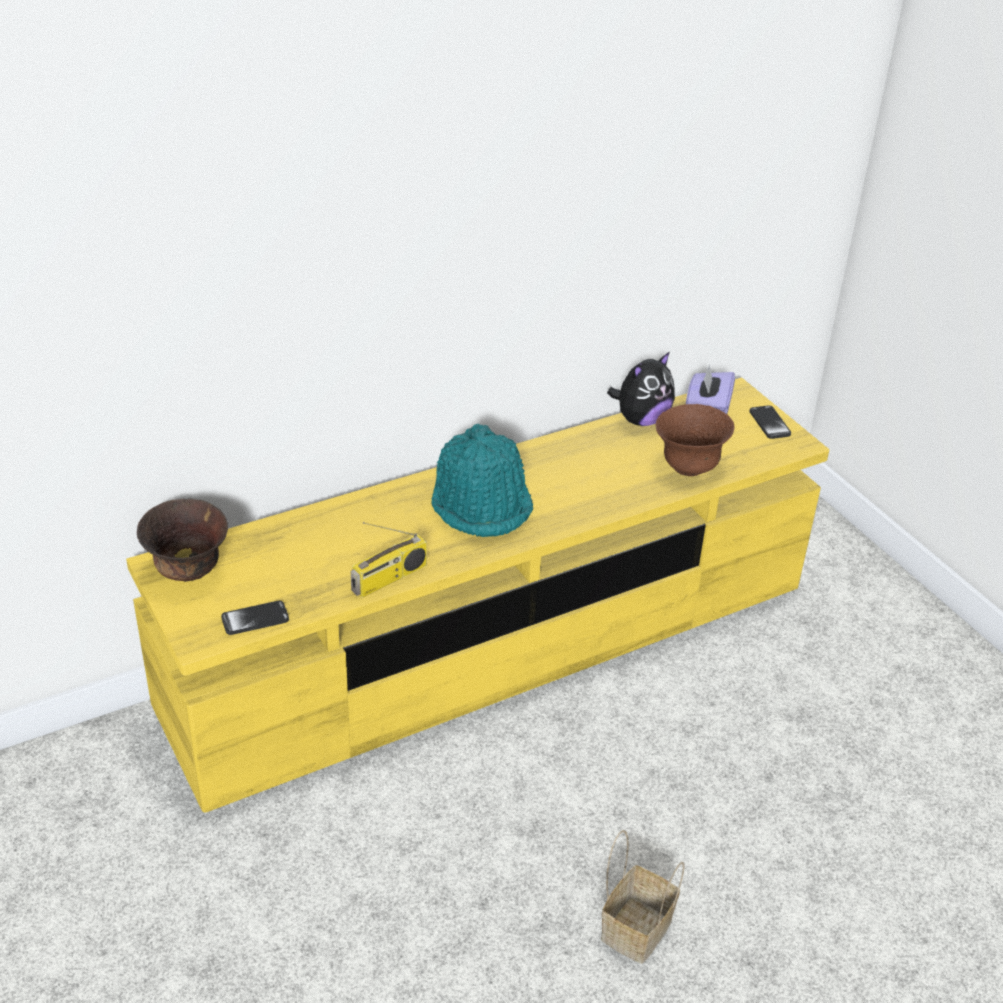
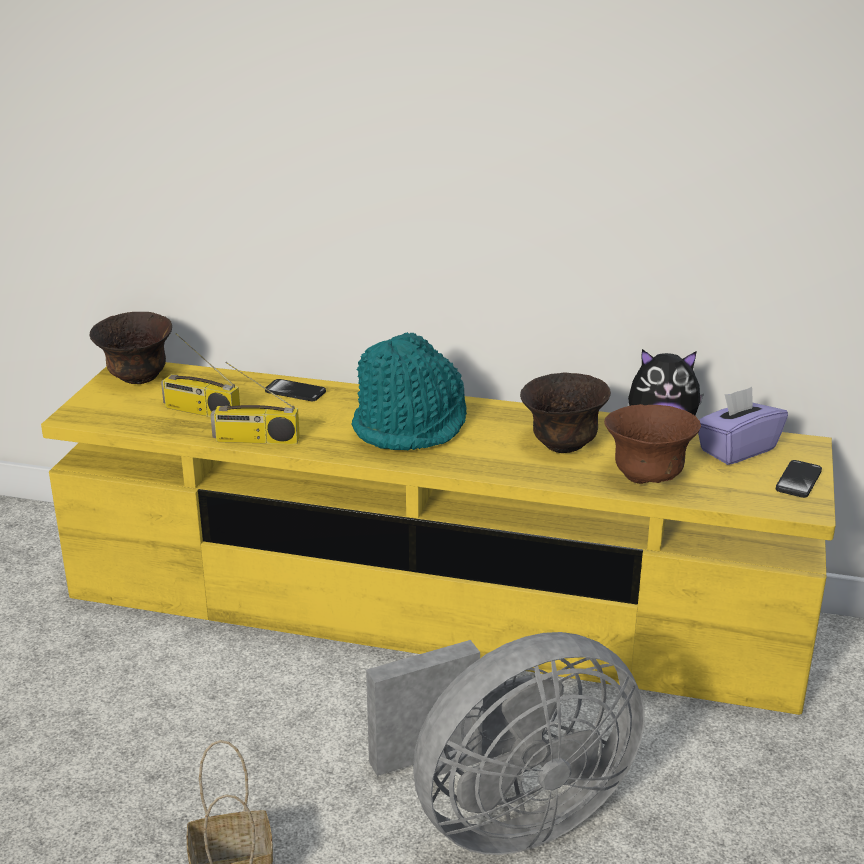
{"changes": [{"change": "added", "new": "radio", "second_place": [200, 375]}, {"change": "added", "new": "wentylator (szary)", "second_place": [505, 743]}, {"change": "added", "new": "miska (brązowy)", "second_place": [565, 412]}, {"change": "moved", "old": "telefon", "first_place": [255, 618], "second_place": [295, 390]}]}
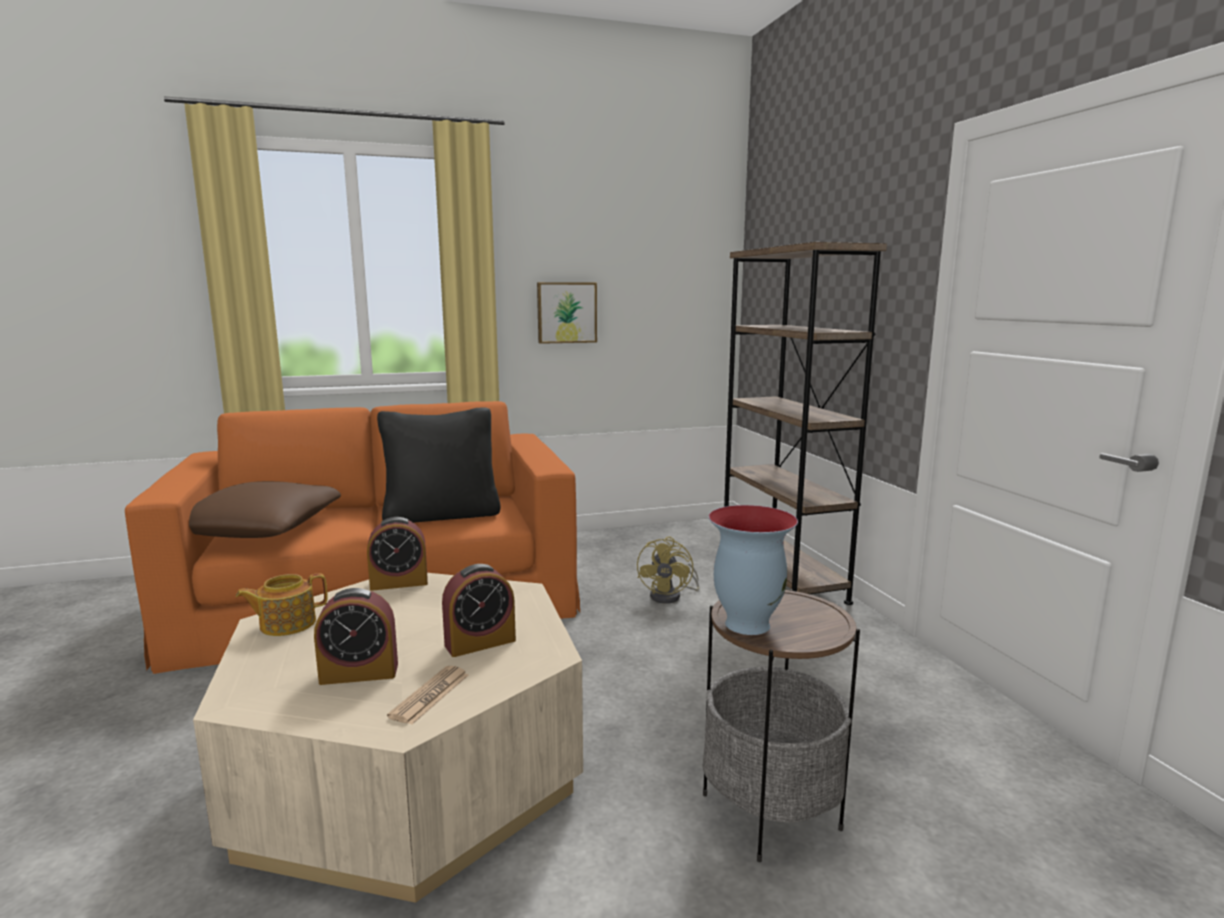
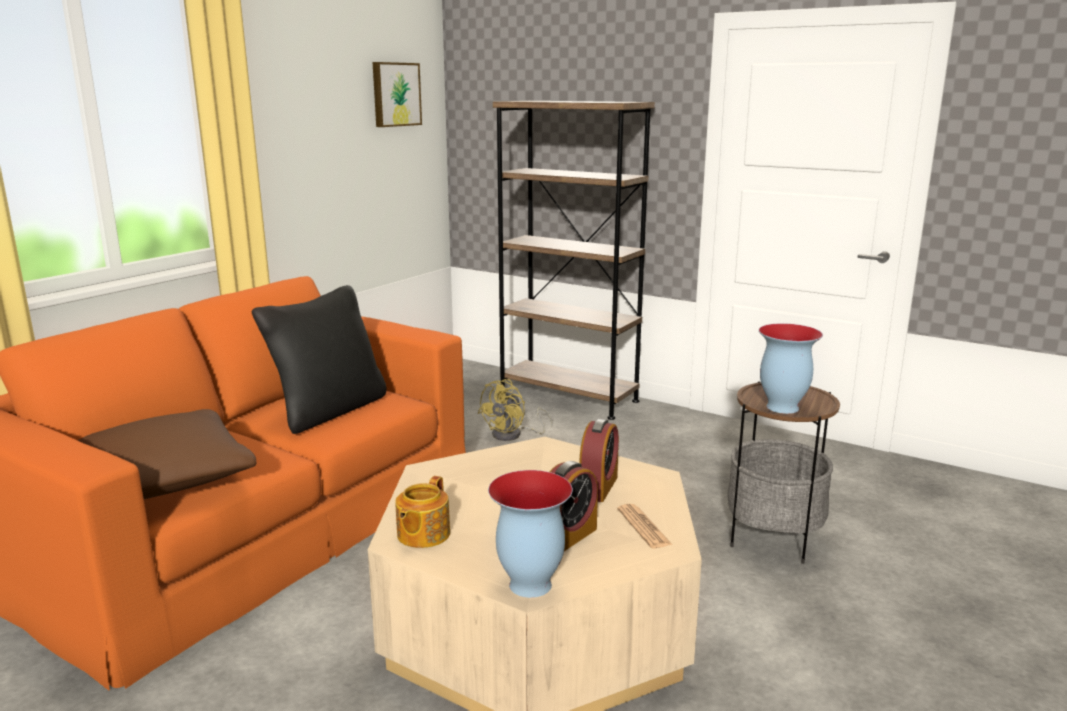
{"changes": [{"change": "removed", "old": "budzik", "first_place": [397, 554]}, {"change": "added", "new": "wazon", "second_place": [530, 534]}, {"change": "moved", "old": "obraz", "first_place": [567, 313], "second_place": [397, 94]}, {"change": "turned", "old": "wentylator (żółty)", "first_place": [668, 570], "second_place": [515, 410], "degrees": 60}]}
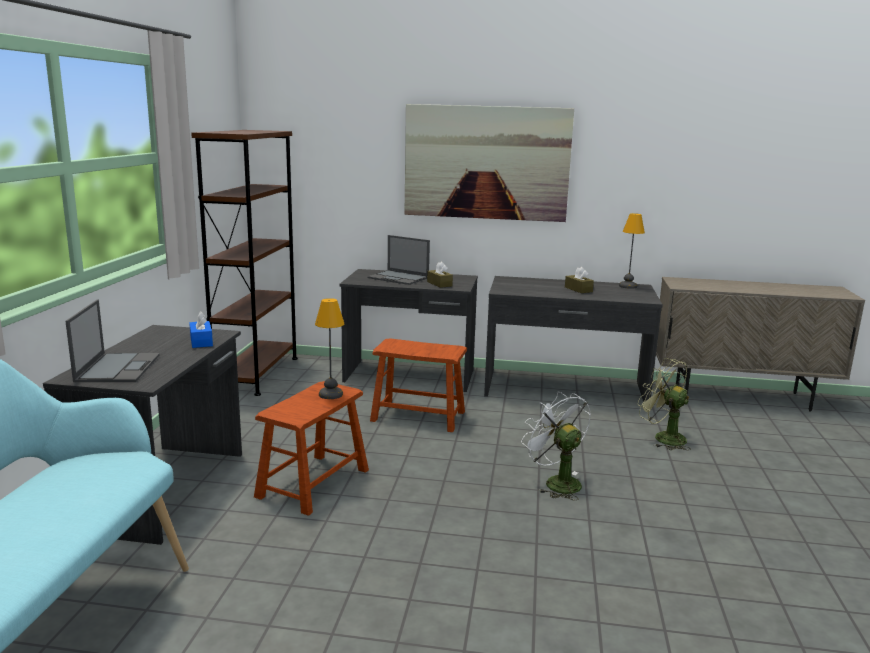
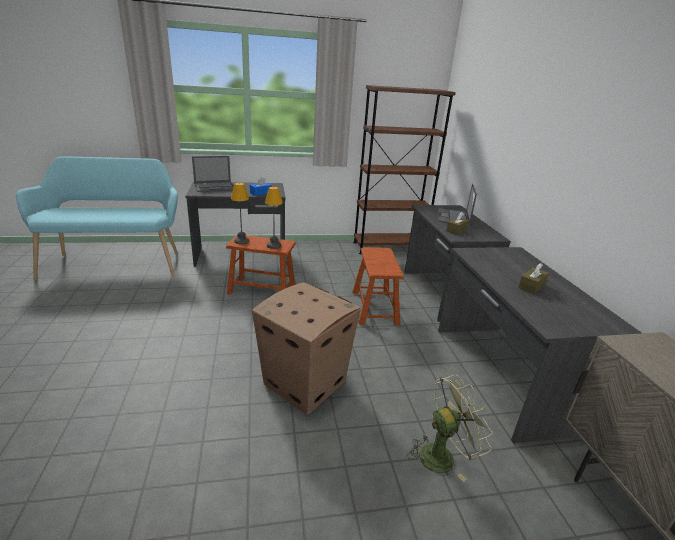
{"changes": [{"change": "removed", "old": "obraz", "first_place": [489, 163]}, {"change": "moved", "old": "lampa stołowa", "first_place": [632, 251], "second_place": [240, 213]}, {"change": "replaced", "old": "wentylator (biały)", "new": "karton", "first_place": [556, 446], "second_place": [306, 348]}, {"change": "turned", "old": "wentylator (zielony)", "first_place": [664, 404], "second_place": [450, 428], "degrees": 45}]}
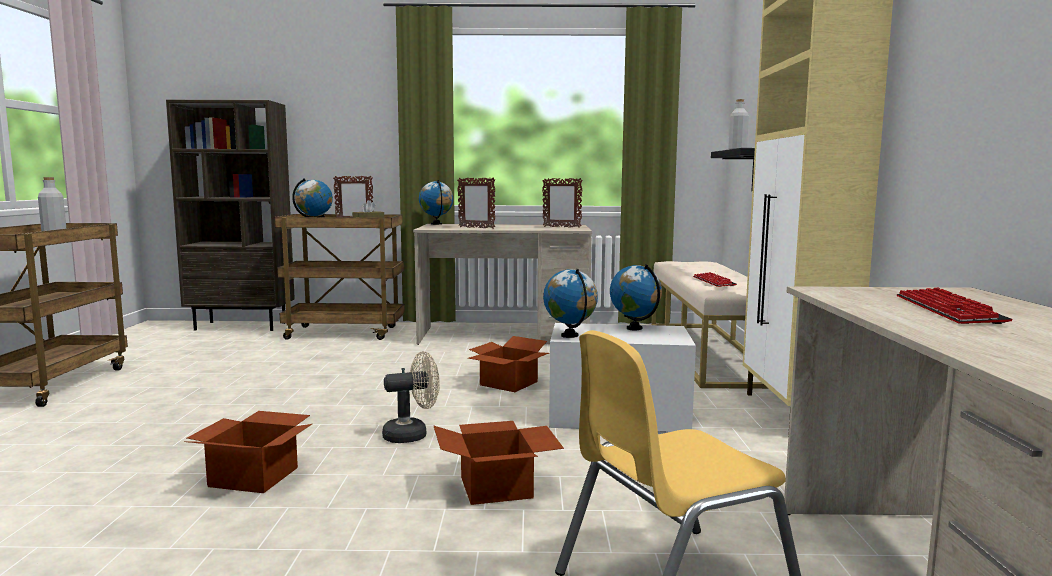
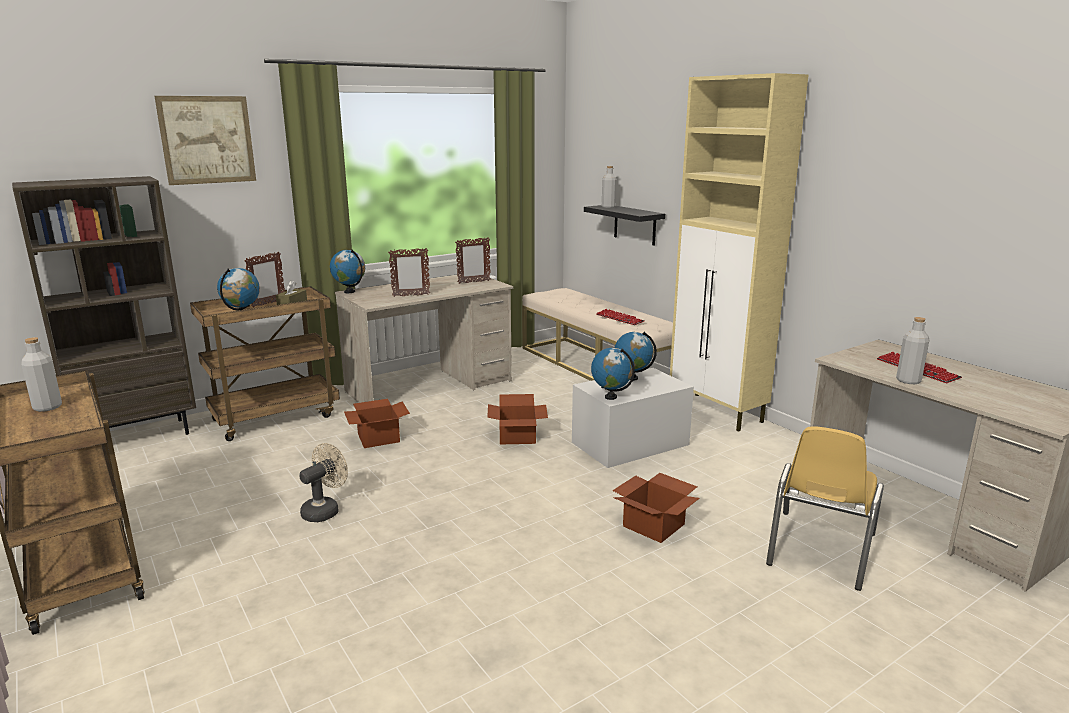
{"changes": [{"change": "added", "new": "obraz", "second_place": [205, 140]}, {"change": "added", "new": "butelka (szary)", "second_place": [912, 350]}, {"change": "moved", "old": "karton", "first_place": [248, 452], "second_place": [377, 423]}, {"change": "moved", "old": "wentylator (beżowy)", "first_place": [411, 397], "second_place": [323, 482]}]}
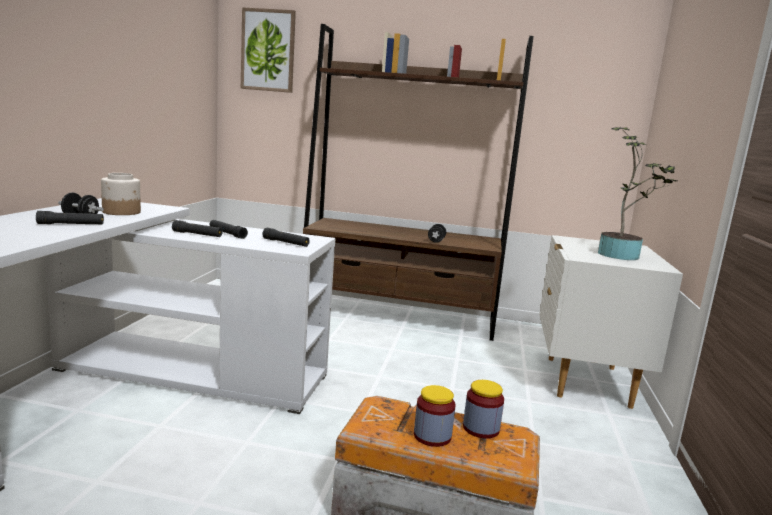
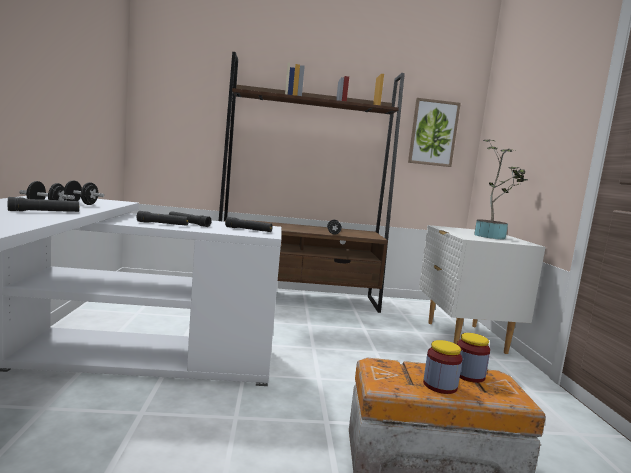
{"changes": [{"change": "moved", "old": "obraz", "first_place": [268, 50], "second_place": [434, 132]}, {"change": "replaced", "old": "słoik", "new": "hantel (czarny)", "first_place": [121, 194], "second_place": [84, 192]}]}
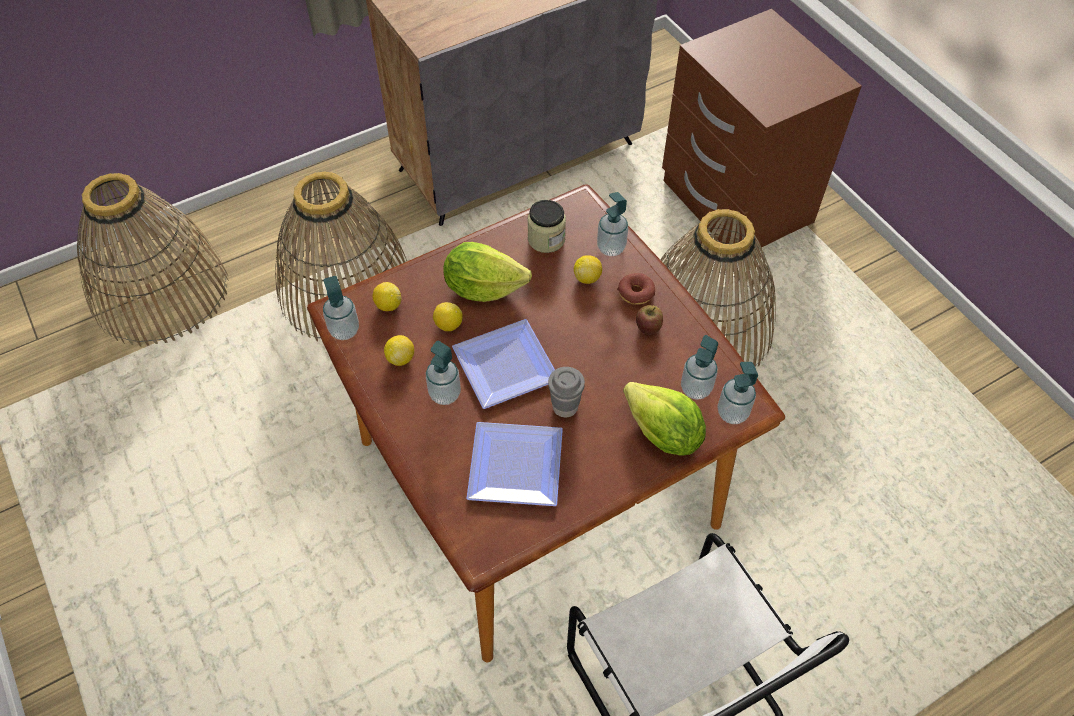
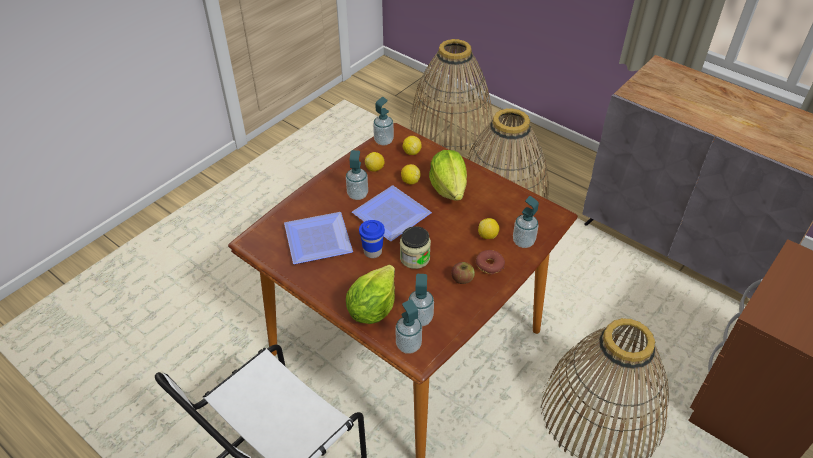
{"changes": [{"change": "moved", "old": "słoik", "first_place": [546, 226], "second_place": [415, 247]}, {"change": "recoloured", "old": "filiżanka (szary)", "new": "filiżanka (niebieski)", "first_place": [566, 392], "second_place": [372, 239]}]}
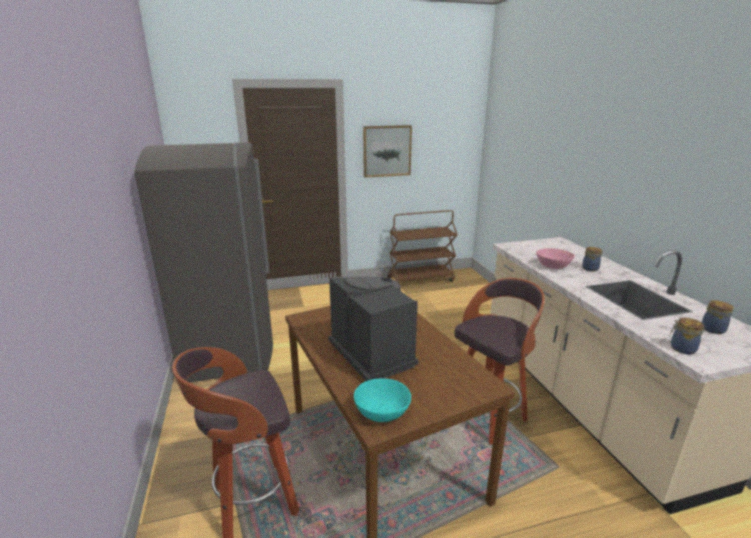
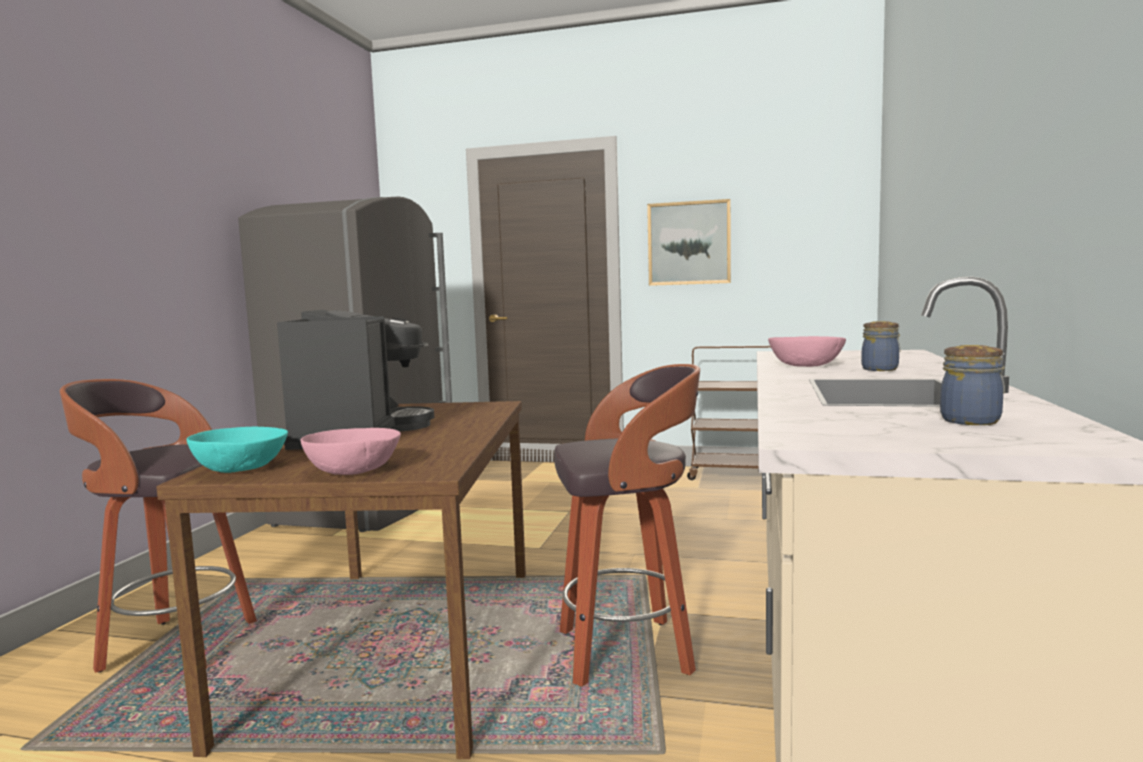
{"changes": [{"change": "removed", "old": "słoik", "first_place": [687, 336]}, {"change": "added", "new": "miska (różowy)", "second_place": [350, 451]}]}
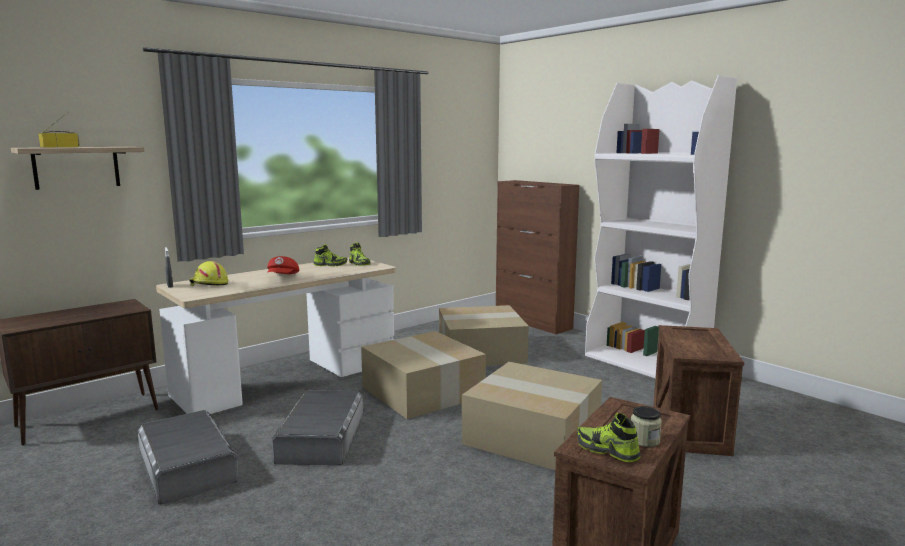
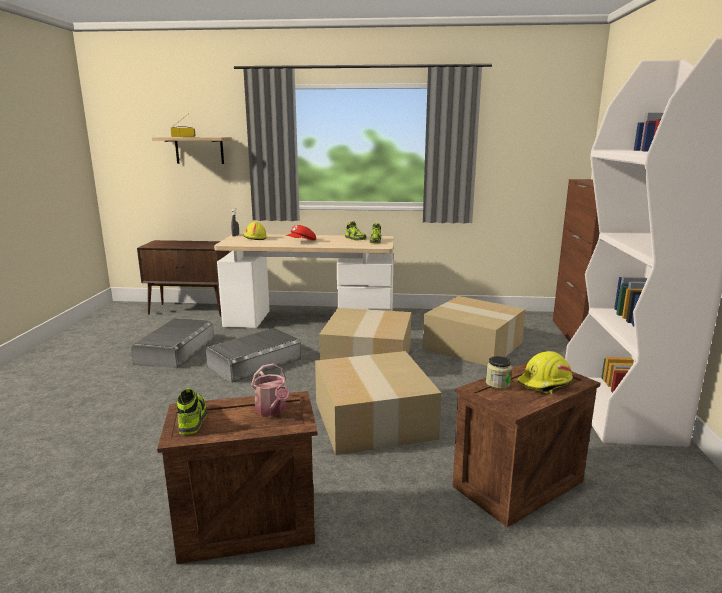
{"changes": [{"change": "added", "new": "konewka", "second_place": [270, 389]}, {"change": "added", "new": "kask (żółty)", "second_place": [545, 372]}, {"change": "moved", "old": "słoik", "first_place": [646, 426], "second_place": [499, 372]}]}
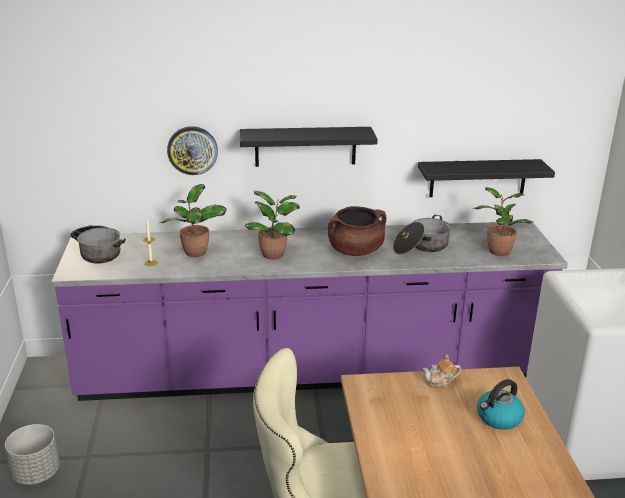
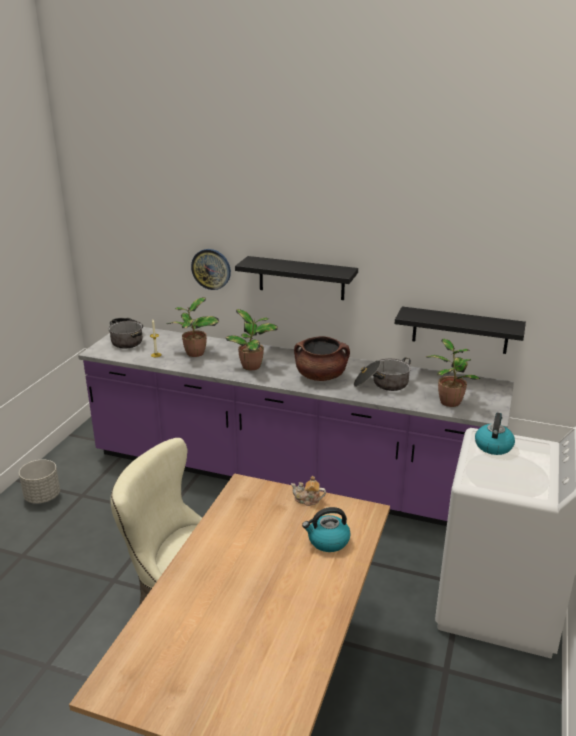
{"changes": [{"change": "added", "new": "czajnik", "second_place": [495, 434]}]}
